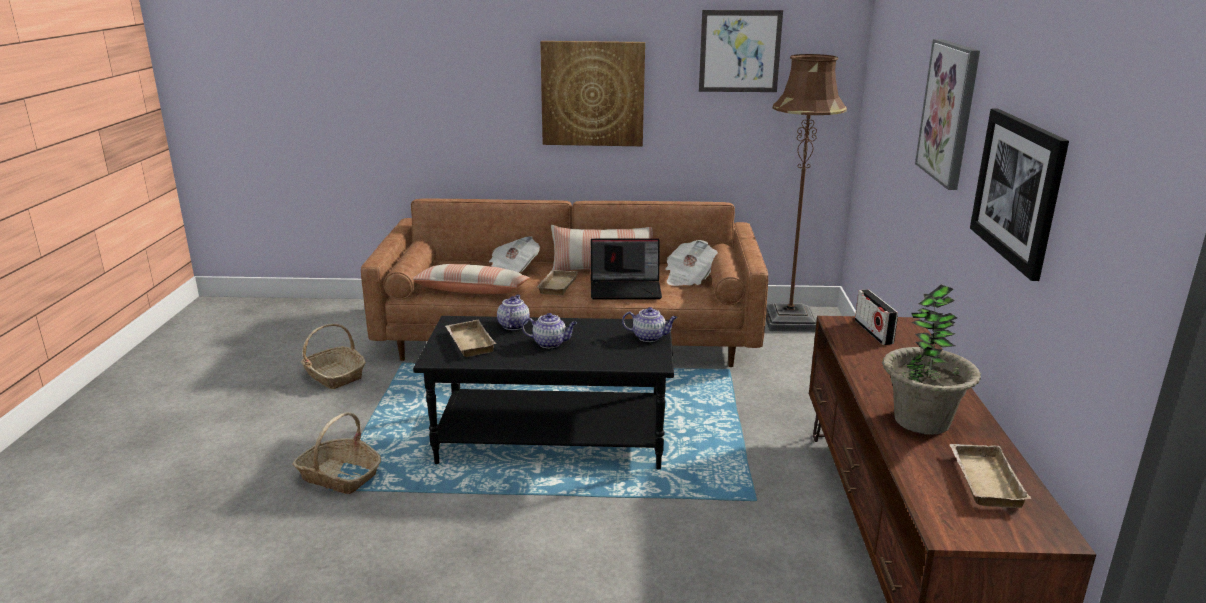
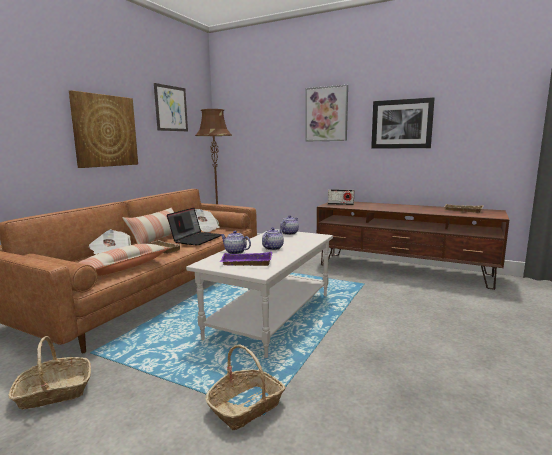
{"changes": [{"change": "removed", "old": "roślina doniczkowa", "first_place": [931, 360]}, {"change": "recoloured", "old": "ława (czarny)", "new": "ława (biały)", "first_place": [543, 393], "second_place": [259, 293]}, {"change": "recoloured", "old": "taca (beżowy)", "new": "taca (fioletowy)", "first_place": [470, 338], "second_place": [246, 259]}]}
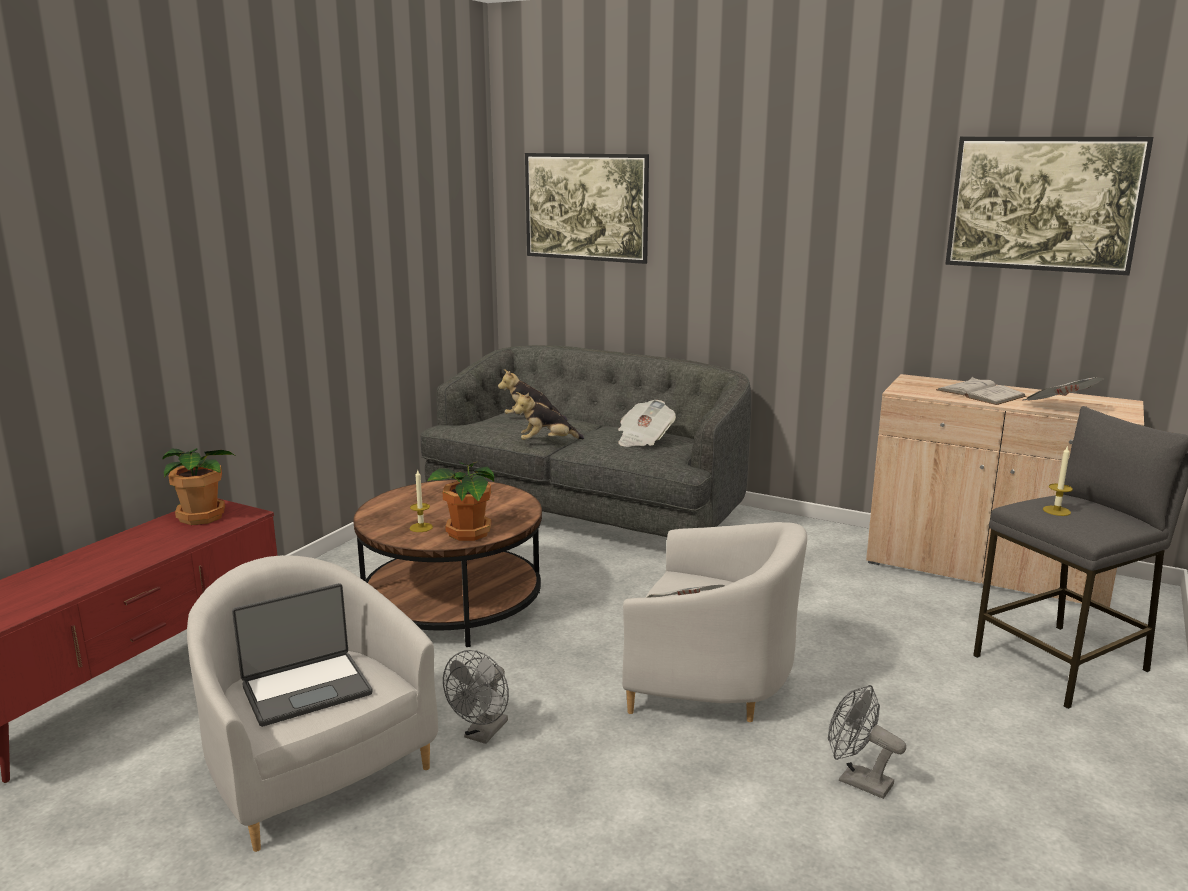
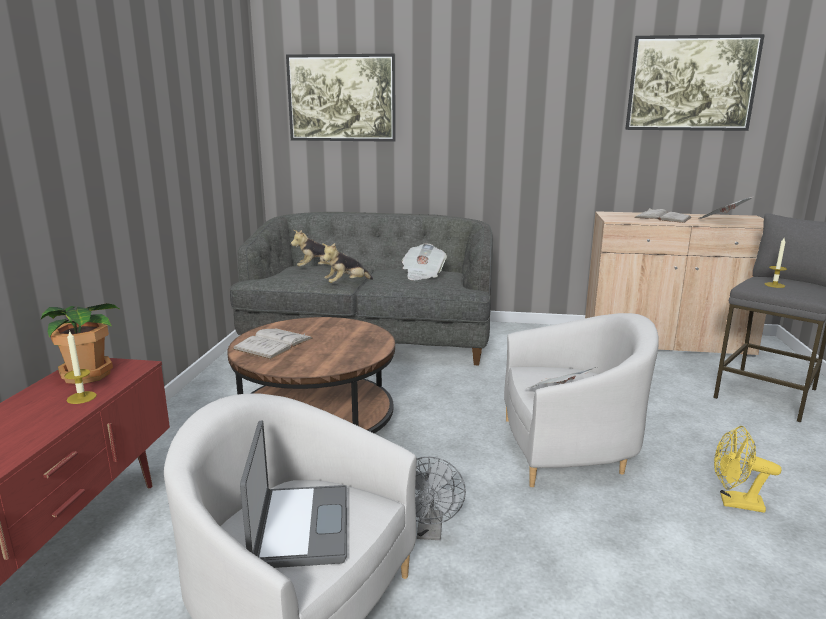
{"changes": [{"change": "removed", "old": "roślina doniczkowa", "first_place": [460, 501]}, {"change": "added", "new": "książka (biały)", "second_place": [273, 343]}, {"change": "moved", "old": "świeca", "first_place": [421, 501], "second_place": [80, 367]}, {"change": "recoloured", "old": "wentylator (szary)", "new": "wentylator (żółty)", "first_place": [867, 742], "second_place": [747, 469]}, {"change": "turned", "old": "laptop", "first_place": [302, 655], "second_place": [293, 494], "degrees": -45}]}
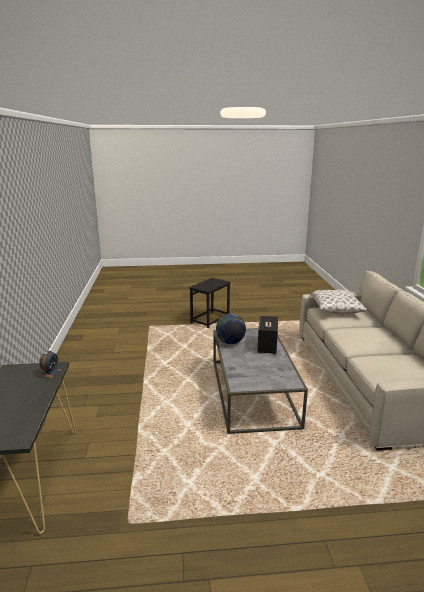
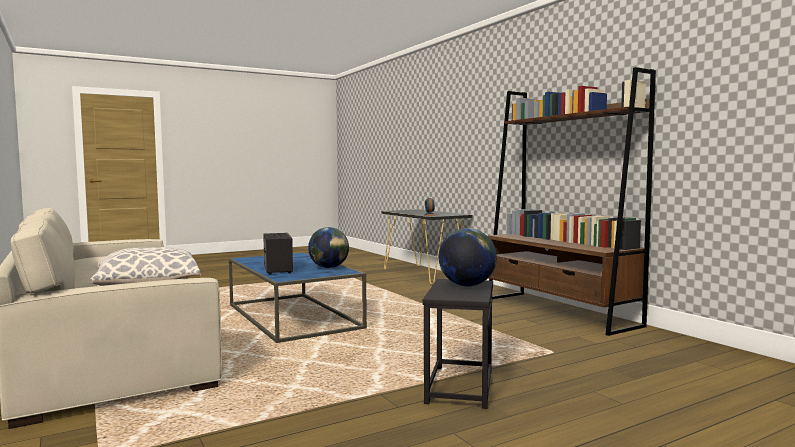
{"changes": [{"change": "added", "new": "globus", "second_place": [468, 257]}, {"change": "added", "new": "regał (brązowy)", "second_place": [572, 201]}, {"change": "recoloured", "old": "ława (szary)", "new": "ława (niebieski)", "first_place": [261, 381], "second_place": [298, 297]}]}
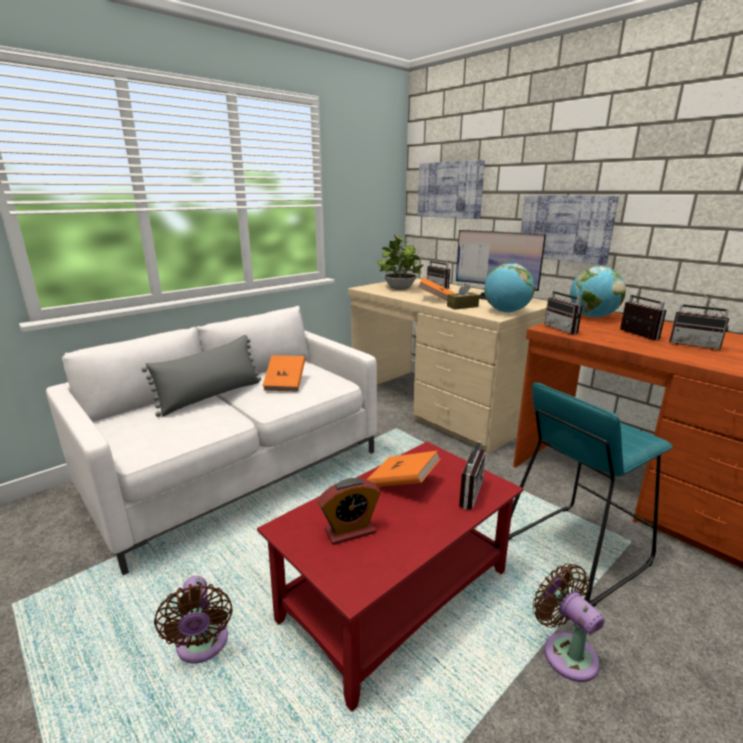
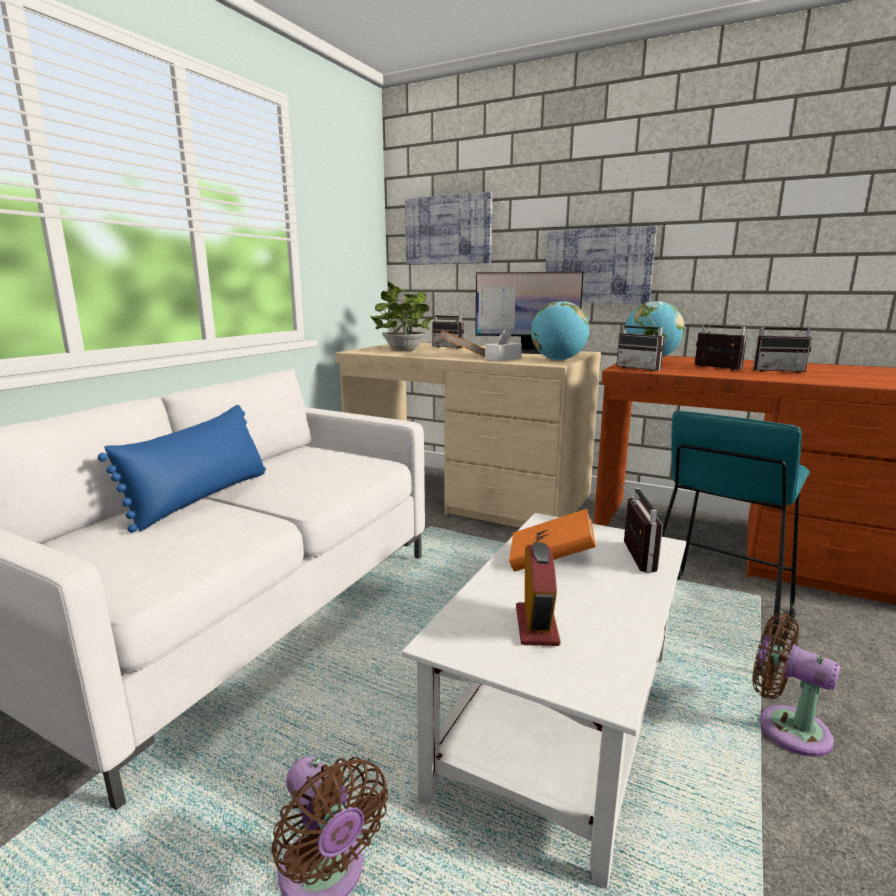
{"changes": [{"change": "removed", "old": "książka (pomarańczowy)", "first_place": [283, 373]}, {"change": "recoloured", "old": "poduszka (szary)", "new": "poduszka (niebieski)", "first_place": [201, 376], "second_place": [181, 469]}, {"change": "recoloured", "old": "ława (czerwony)", "new": "ława (biały)", "first_place": [390, 577], "second_place": [544, 701]}, {"change": "recoloured", "old": "pudełko chusteczek (brązowy)", "new": "pudełko chusteczek (biały)", "first_place": [463, 296], "second_place": [503, 345]}, {"change": "turned", "old": "budzik", "first_place": [349, 511], "second_place": [538, 594], "degrees": -45}]}
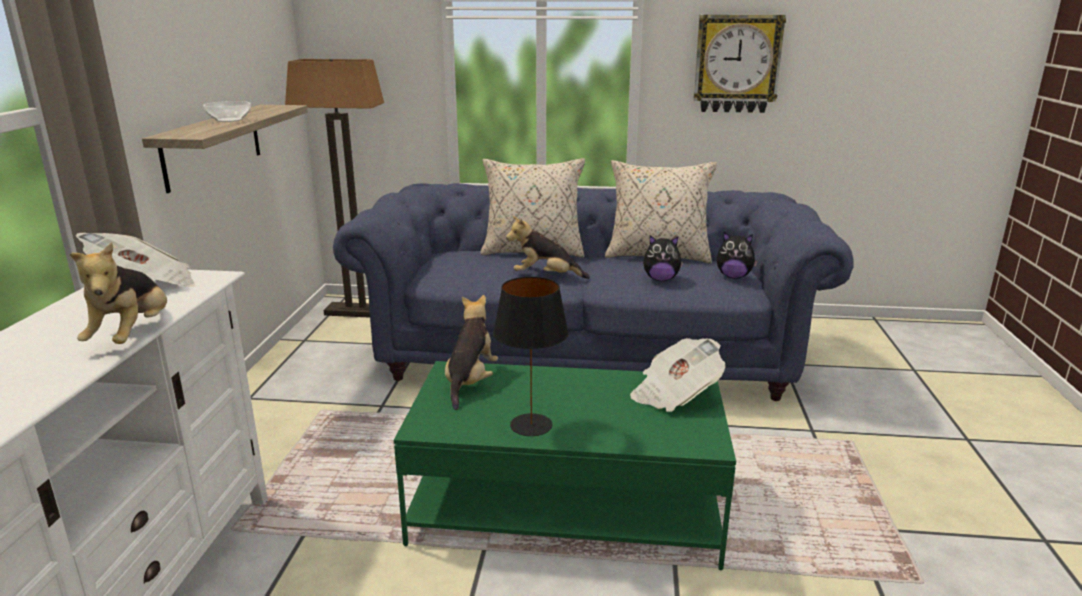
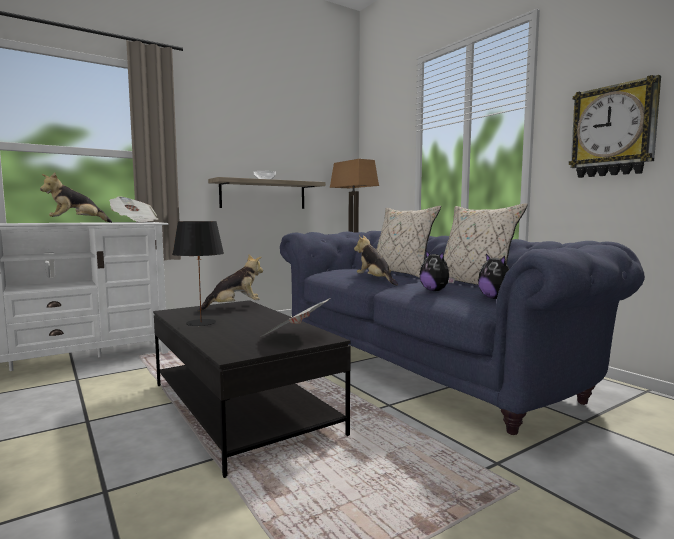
{"changes": [{"change": "recoloured", "old": "ława (zielony)", "new": "ława (czarny)", "first_place": [565, 465], "second_place": [252, 389]}]}
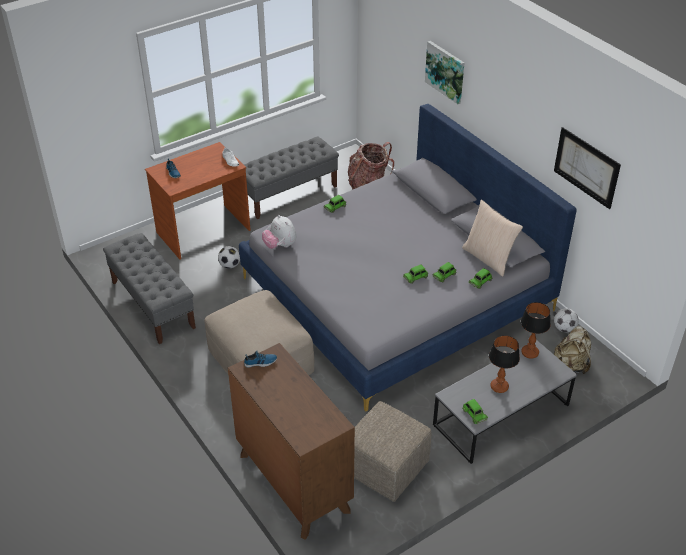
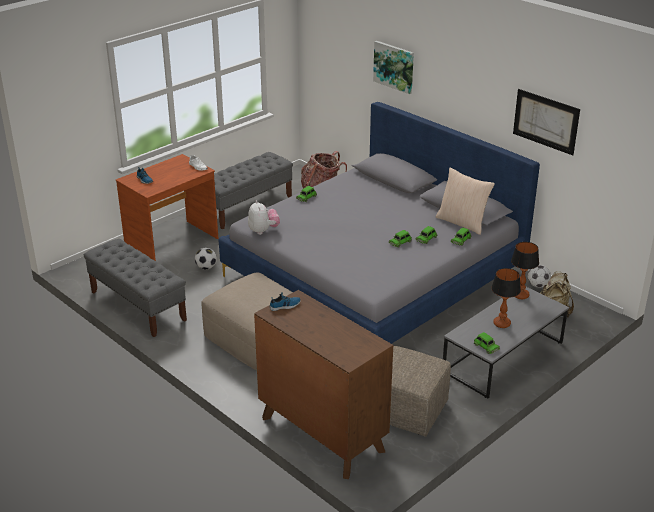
{"changes": [{"change": "turned", "old": "pluszak", "first_place": [279, 232], "second_place": [264, 217], "degrees": -150}]}
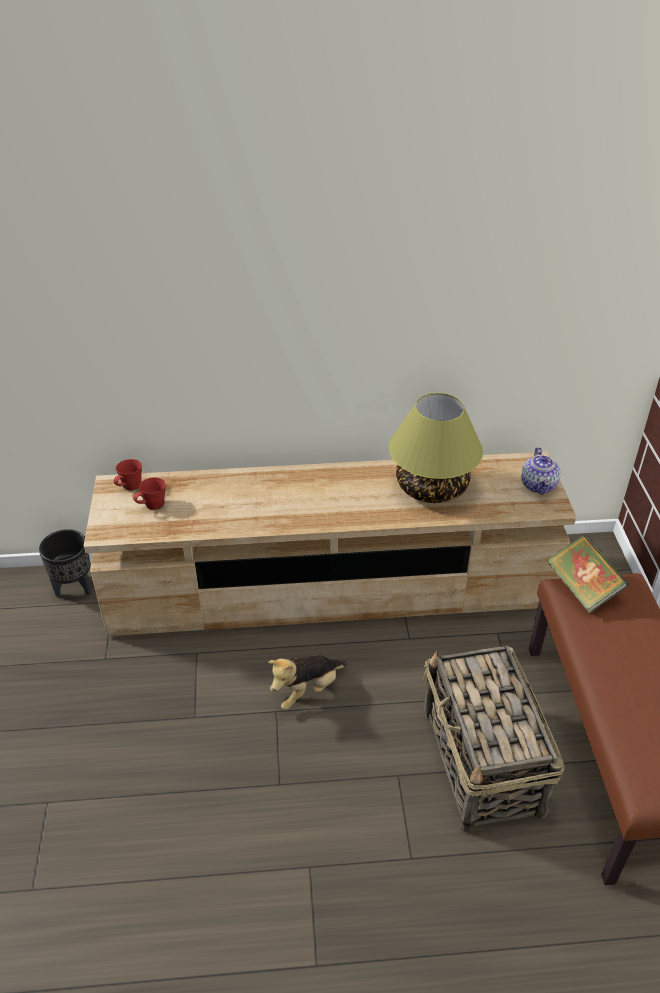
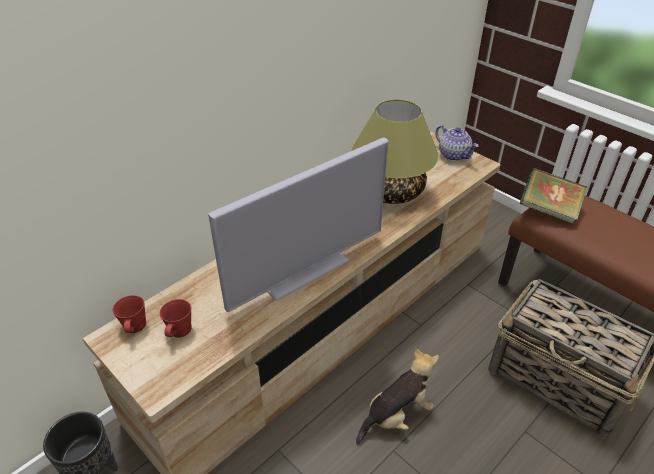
{"changes": [{"change": "added", "new": "telewizor", "second_place": [298, 224]}, {"change": "turned", "old": "pluszak", "first_place": [307, 682], "second_place": [397, 396], "degrees": -135}]}
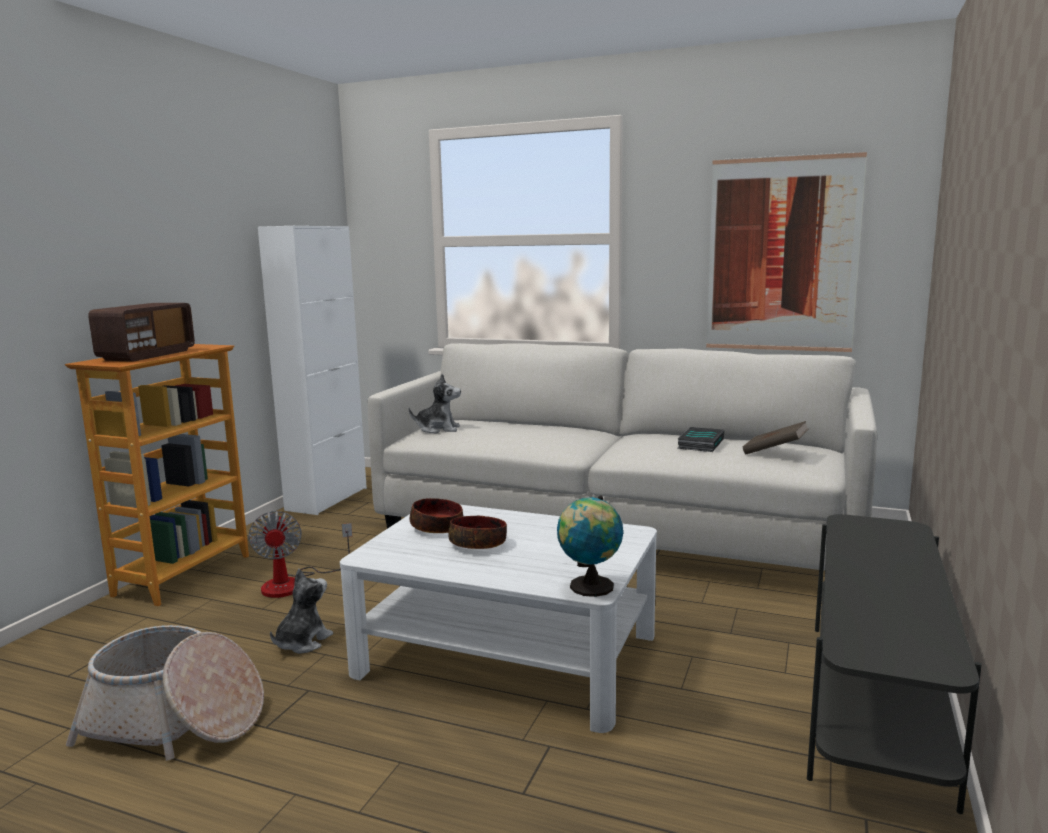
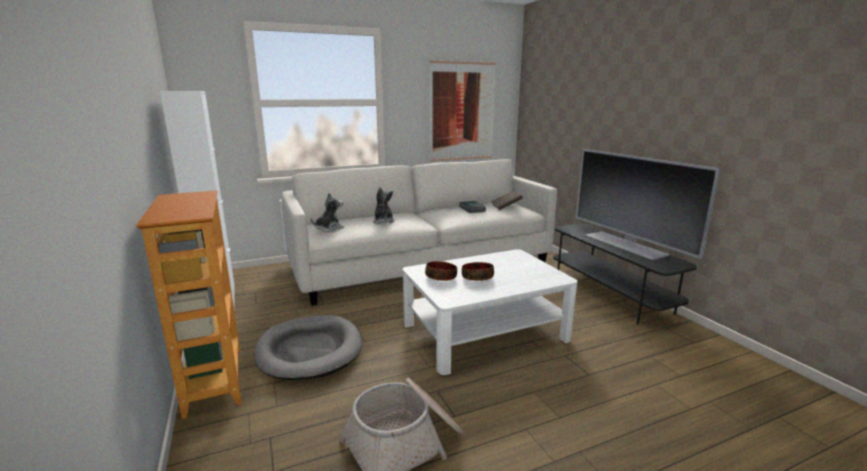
{"changes": [{"change": "removed", "old": "radio", "first_place": [141, 332]}, {"change": "removed", "old": "globus", "first_place": [590, 546]}, {"change": "added", "new": "telewizor", "second_place": [648, 204]}, {"change": "moved", "old": "pluszak", "first_place": [301, 611], "second_place": [384, 205]}, {"change": "replaced", "old": "wentylator", "new": "legowisko (szary)", "first_place": [300, 554], "second_place": [308, 347]}]}
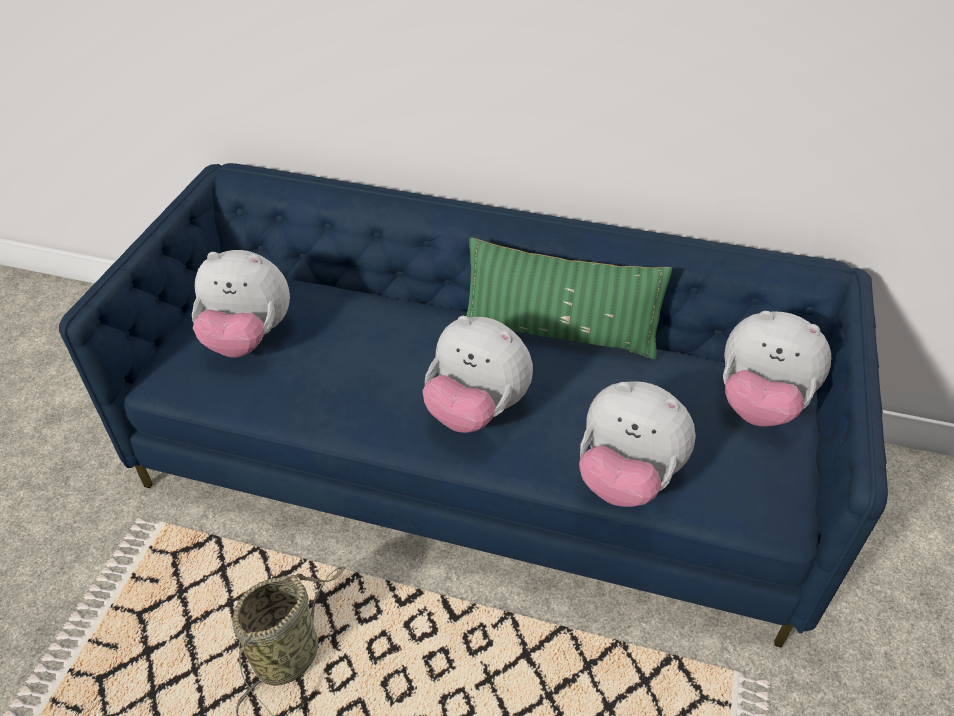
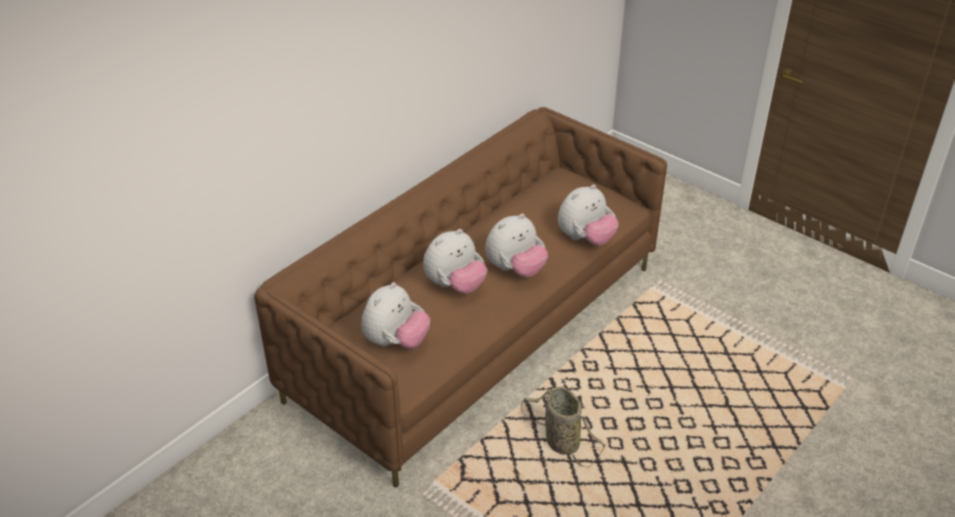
{"changes": [{"change": "removed", "old": "poduszka (zielony)", "first_place": [569, 298]}, {"change": "moved", "old": "pluszak", "first_place": [777, 369], "second_place": [455, 261]}, {"change": "recoloured", "old": "kanapa (niebieski)", "new": "kanapa (brązowy)", "first_place": [473, 405], "second_place": [460, 297]}]}
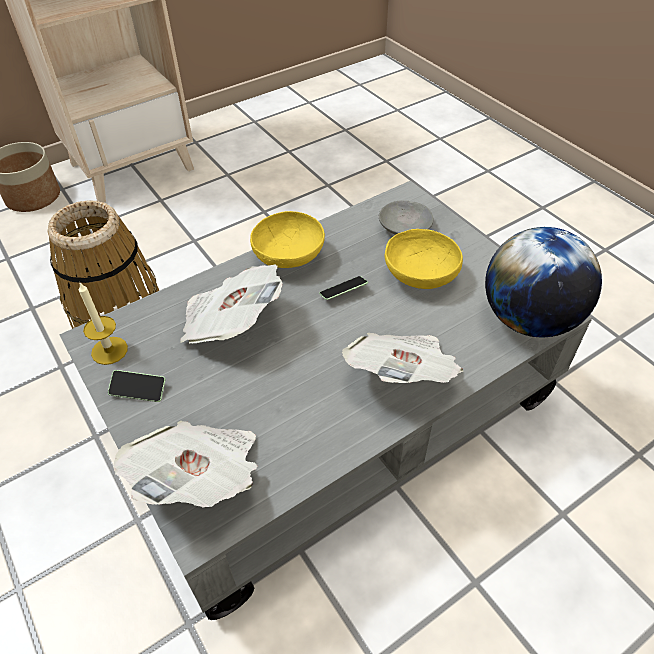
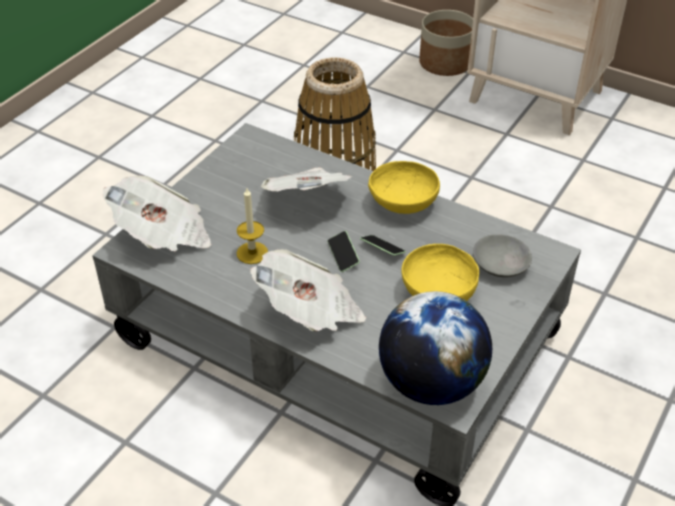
{"changes": [{"change": "moved", "old": "świeca", "first_place": [103, 324], "second_place": [252, 226]}, {"change": "moved", "old": "telefon", "first_place": [136, 386], "second_place": [344, 251]}]}
